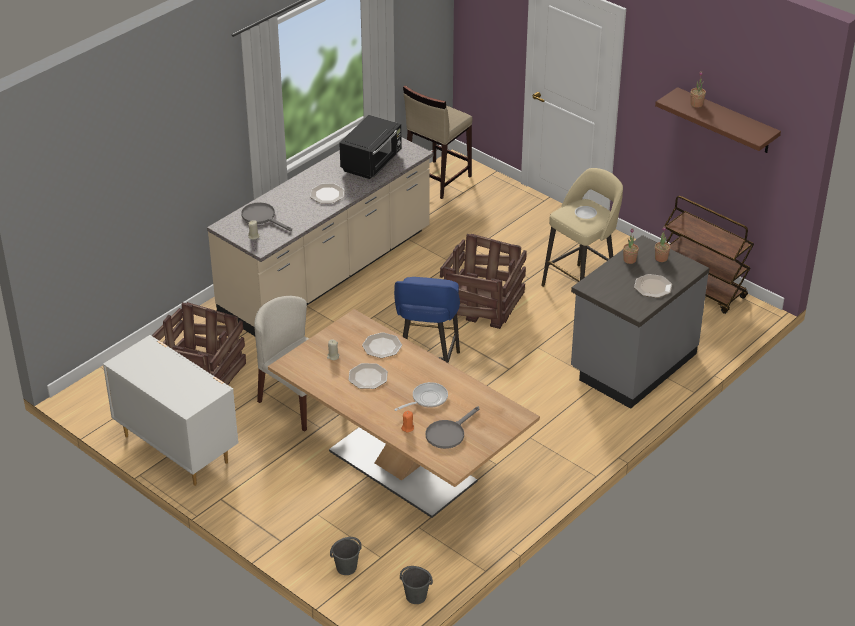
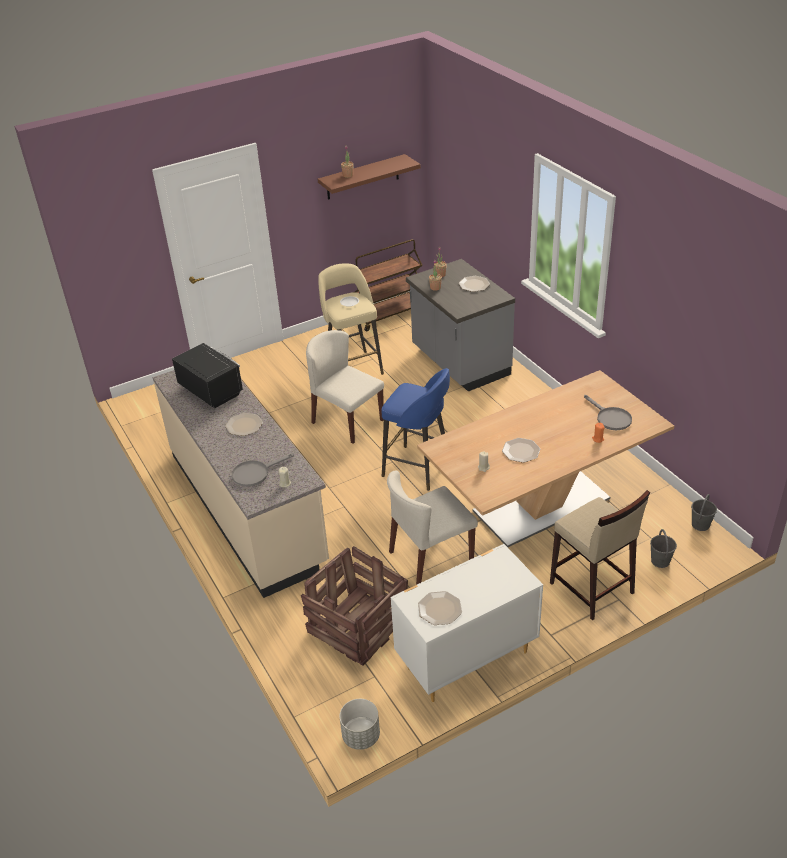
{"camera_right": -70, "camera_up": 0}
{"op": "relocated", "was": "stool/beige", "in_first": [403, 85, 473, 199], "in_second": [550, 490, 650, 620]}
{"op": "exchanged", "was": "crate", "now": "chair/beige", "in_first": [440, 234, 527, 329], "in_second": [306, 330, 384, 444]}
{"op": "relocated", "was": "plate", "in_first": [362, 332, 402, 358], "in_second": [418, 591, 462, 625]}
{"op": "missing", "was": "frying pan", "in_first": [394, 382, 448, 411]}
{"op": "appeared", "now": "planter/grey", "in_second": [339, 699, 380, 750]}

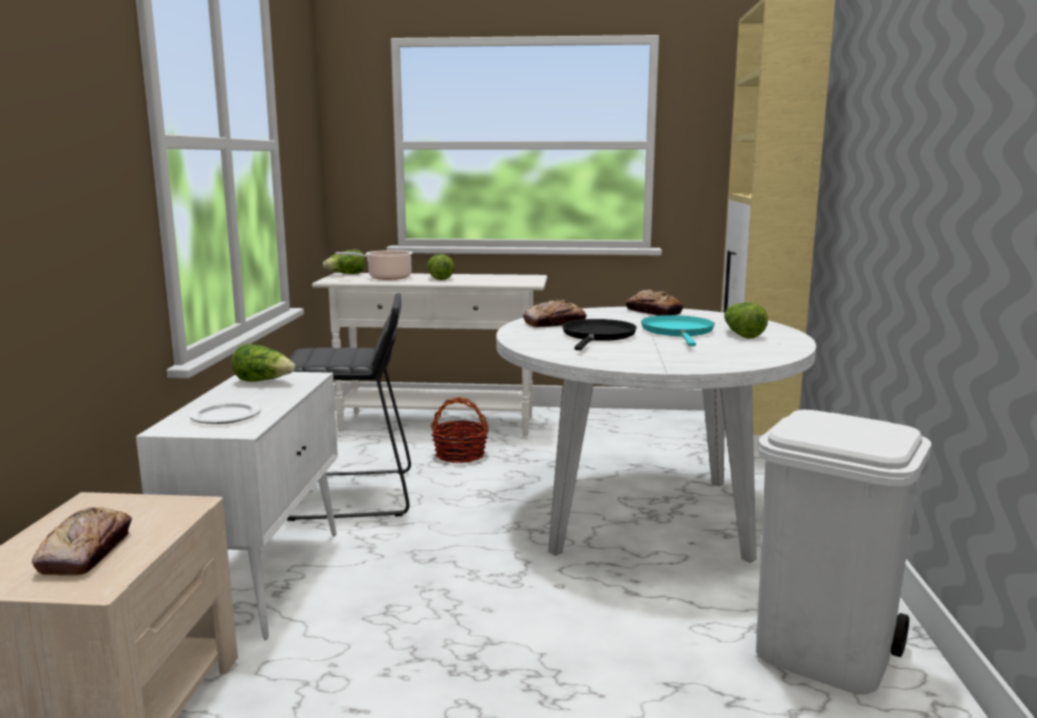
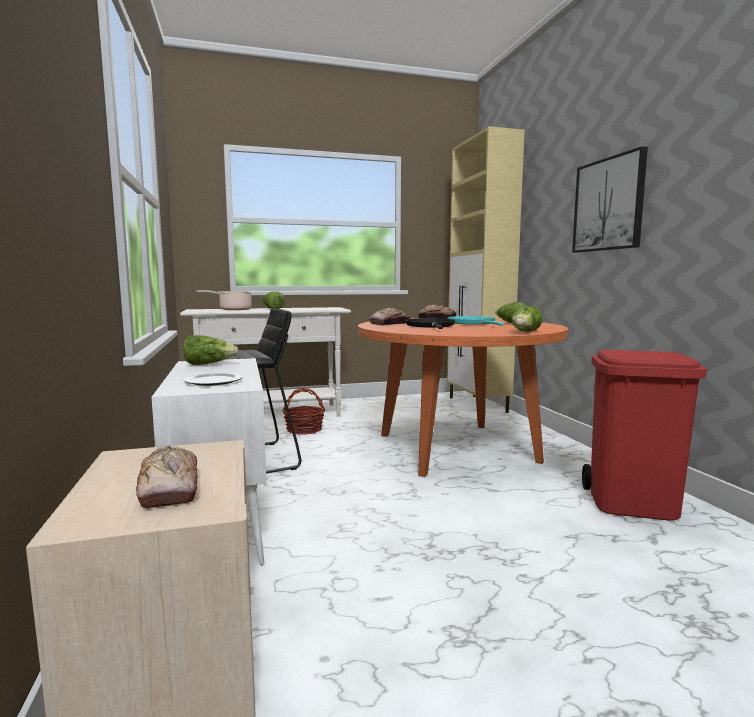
{"camera_right": -20, "camera_up": -5}
{"op": "relocated", "was": "lettuce", "in_first": [322, 249, 365, 274], "in_second": [511, 306, 543, 332]}
{"op": "colour", "was": "dining table/white", "now": "dining table/orange", "in_first": [496, 307, 816, 563], "in_second": [358, 318, 568, 477]}
{"op": "colour", "was": "trash can/white", "now": "trash can/red", "in_first": [756, 410, 931, 695], "in_second": [582, 350, 707, 521]}
{"op": "appeared", "now": "picture", "in_second": [572, 146, 648, 253]}

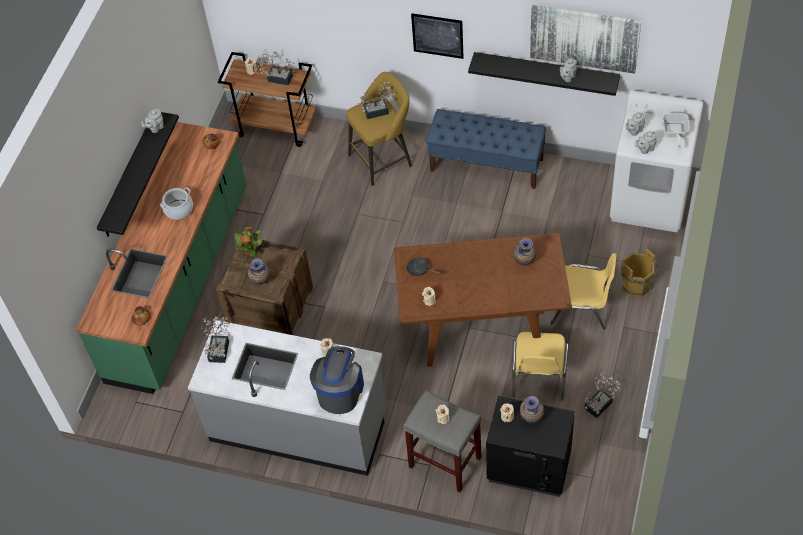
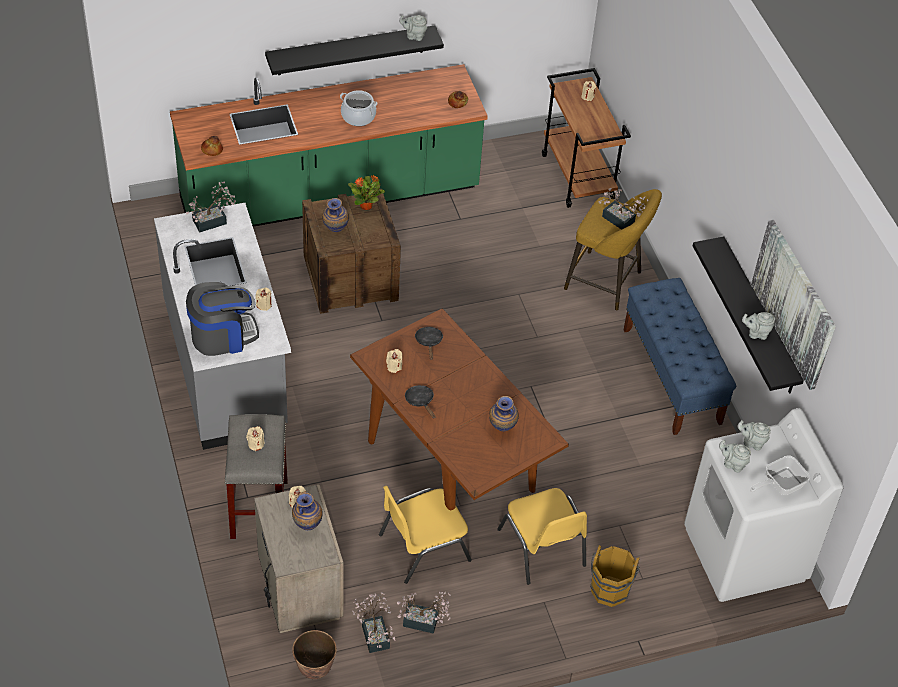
{"camera_right": 50, "camera_up": -5}
{"op": "missing", "was": "picture", "in_first": [411, 13, 464, 59]}
{"op": "relocated", "was": "potted plant", "in_first": [258, 49, 296, 85], "in_second": [353, 592, 396, 653]}
{"op": "colour", "was": "nightstand/black", "now": "nightstand/beige", "in_first": [486, 396, 575, 497], "in_second": [254, 484, 344, 633]}
{"op": "appeared", "now": "frying pan/black", "in_second": [405, 385, 435, 419]}
{"op": "appeared", "now": "planter", "in_second": [292, 630, 337, 679]}

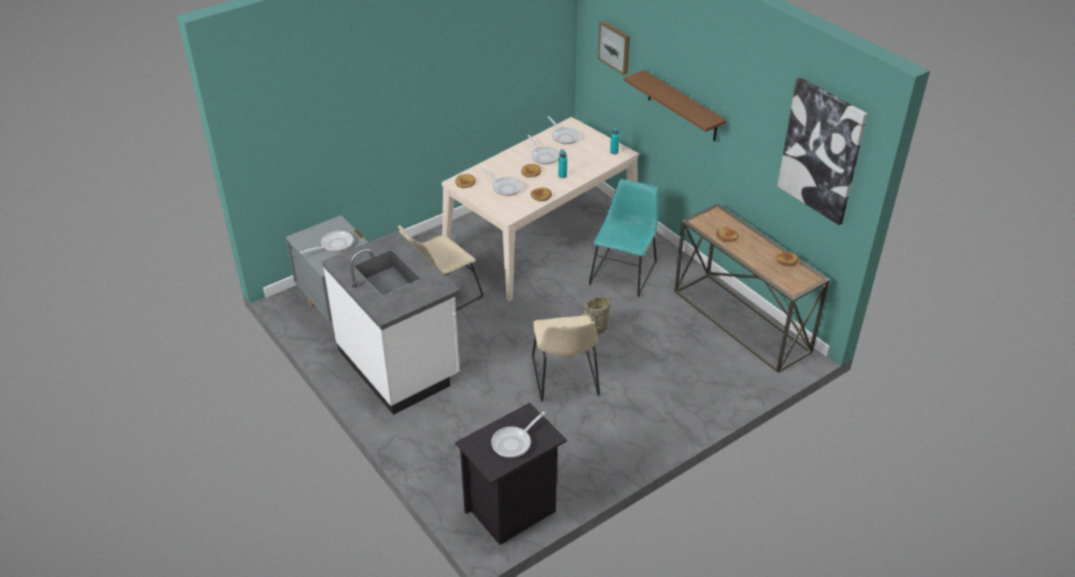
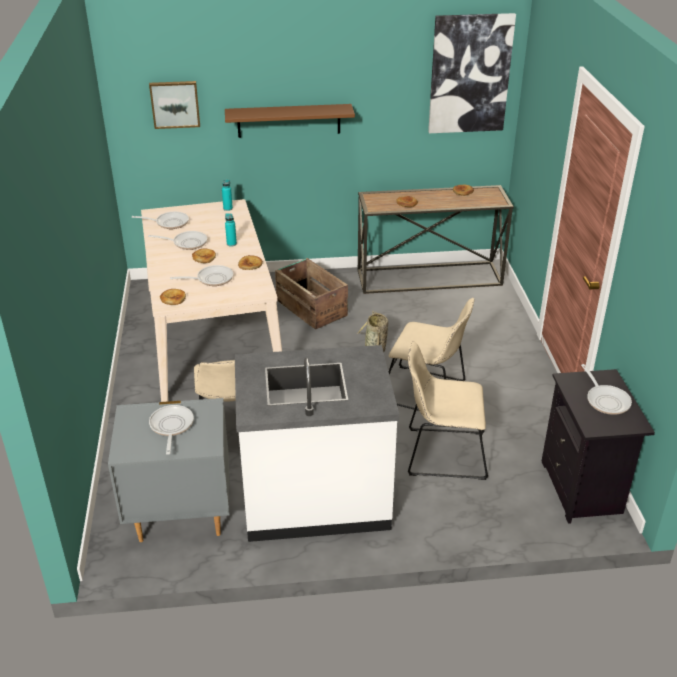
{"camera_right": -60, "camera_up": -5}
{"op": "exchanged", "was": "chair/turquoise", "now": "crate", "in_first": [589, 179, 658, 297], "in_second": [275, 258, 348, 330]}
{"op": "appeared", "now": "chair/beige", "in_second": [408, 341, 488, 480]}

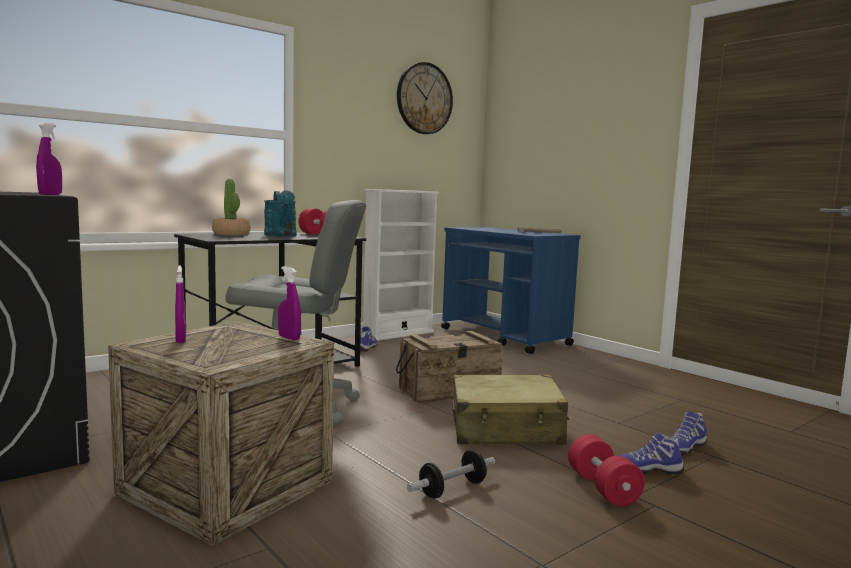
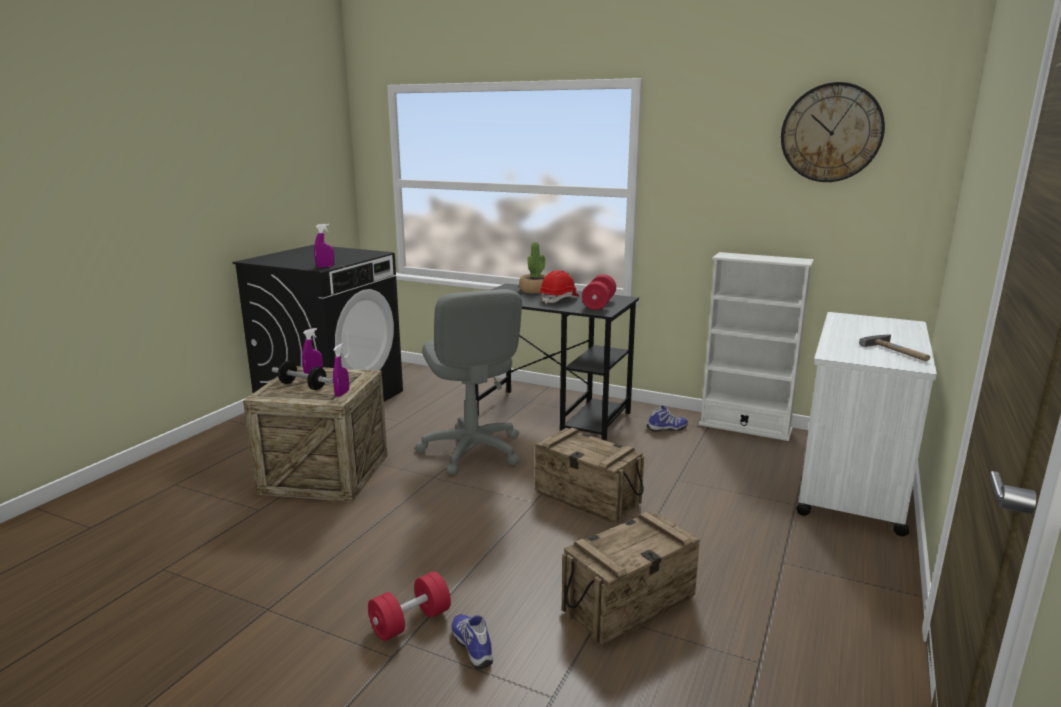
{"camera_right": 65, "camera_up": 10}
{"op": "exchanged", "was": "watering can/turquoise", "now": "hard hat/red", "in_first": [264, 190, 296, 237], "in_second": [539, 270, 579, 304]}
{"op": "colour", "was": "cart/blue", "now": "cart/white", "in_first": [441, 227, 581, 354], "in_second": [796, 312, 937, 536]}
{"op": "missing", "was": "suitcase/beige", "in_first": [452, 375, 569, 444]}
{"op": "missing", "was": "shoe", "in_first": [672, 411, 707, 455]}
{"op": "relocated", "was": "dumbbell", "in_first": [407, 450, 495, 499], "in_second": [272, 361, 333, 390]}
{"op": "appeared", "now": "crate", "in_second": [562, 511, 700, 646]}

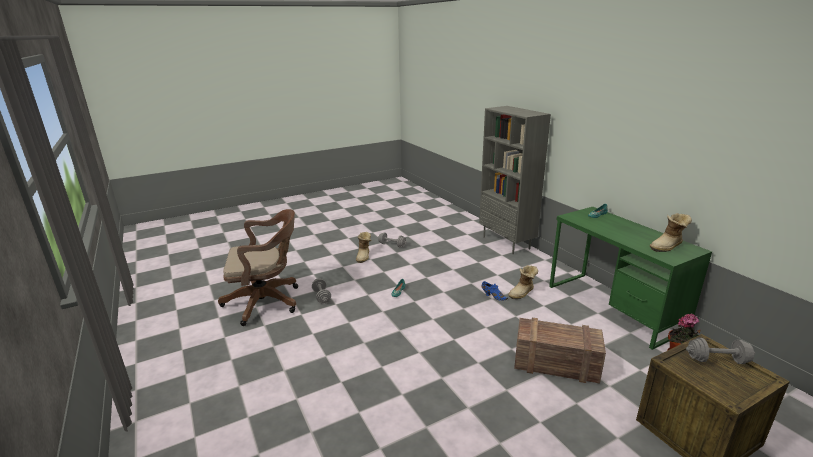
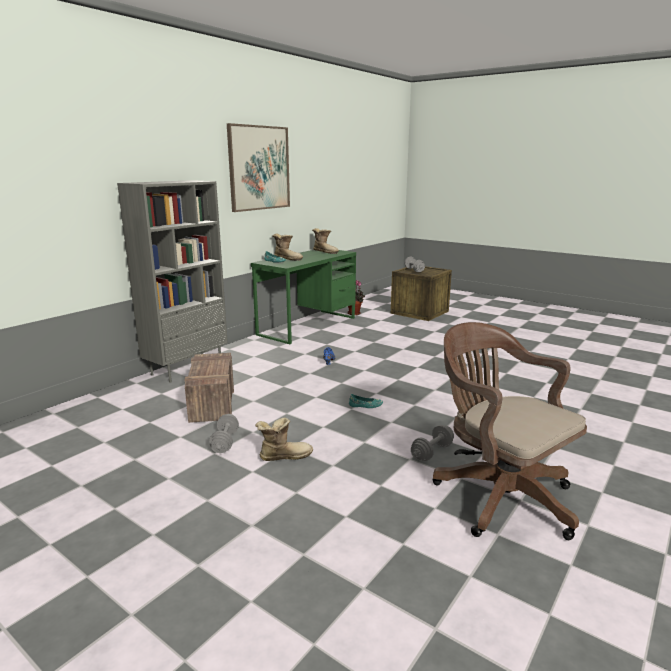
{"camera_right": -115, "camera_up": -5}
{"op": "relocated", "was": "boot", "in_first": [508, 265, 538, 299], "in_second": [272, 234, 303, 261]}
{"op": "relocated", "was": "crate", "in_first": [514, 318, 606, 383], "in_second": [184, 353, 234, 423]}
{"op": "appeared", "now": "picture", "in_second": [227, 123, 290, 212]}

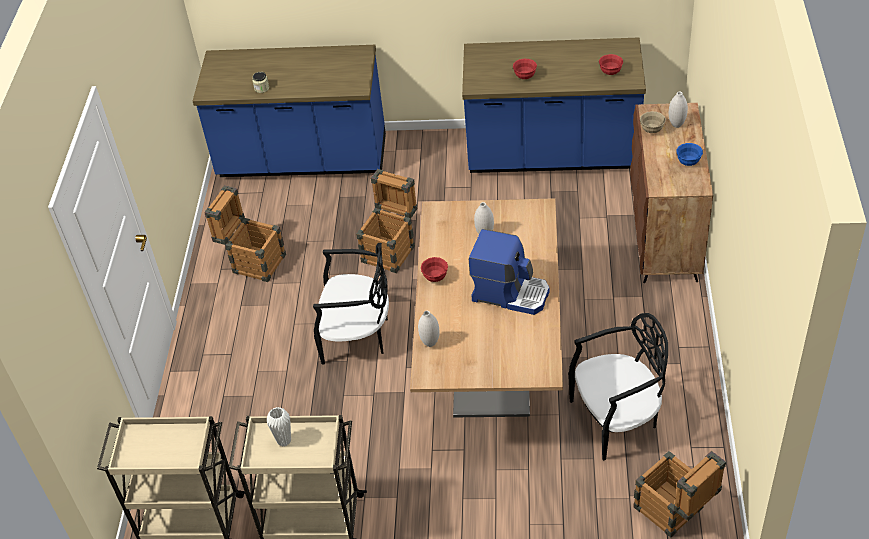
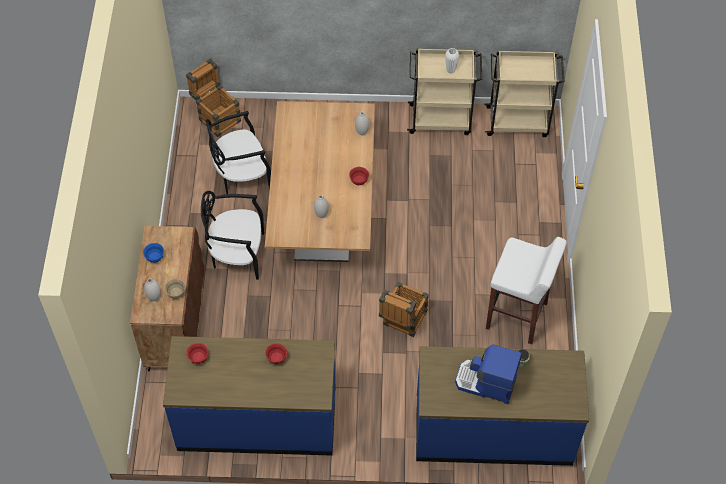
{"camera_right": 175, "camera_up": 10}
{"op": "exchanged", "was": "crate", "now": "stool/white", "in_first": [204, 185, 286, 282], "in_second": [486, 237, 567, 344]}
{"op": "relocated", "was": "coffee machine", "in_first": [469, 229, 549, 315], "in_second": [455, 344, 522, 404]}
{"op": "relocated", "was": "chair/black", "in_first": [313, 243, 389, 364], "in_second": [201, 191, 264, 280]}

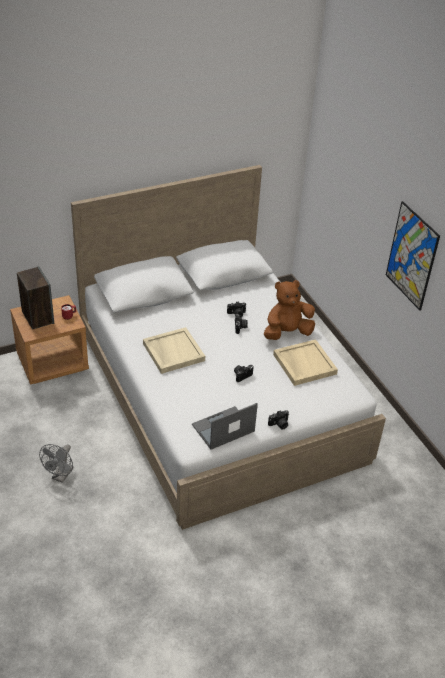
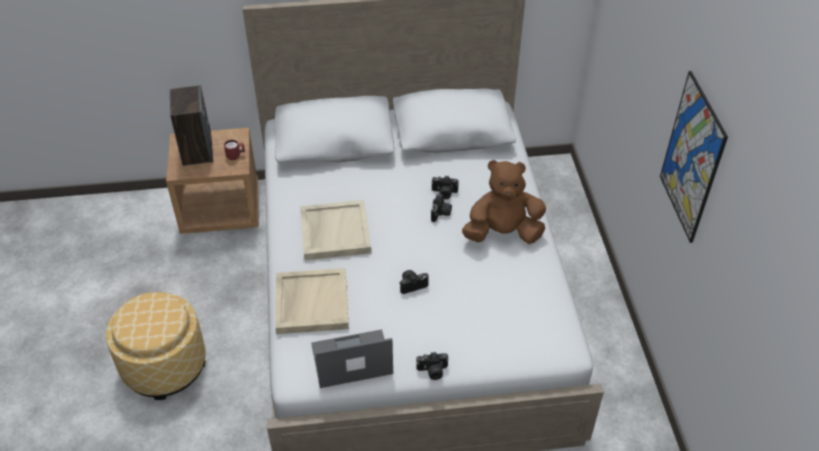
{"camera_right": 20, "camera_up": 5}
{"op": "relocated", "was": "tray/beige", "in_first": [273, 339, 338, 386], "in_second": [275, 268, 349, 334]}
{"op": "exchanged", "was": "fan/grey", "now": "ottoman", "in_first": [39, 444, 73, 483], "in_second": [106, 292, 206, 400]}

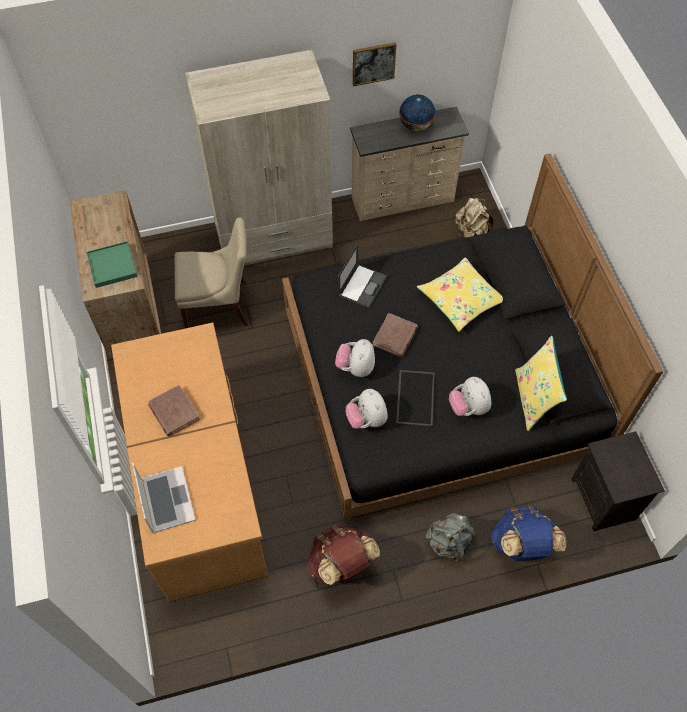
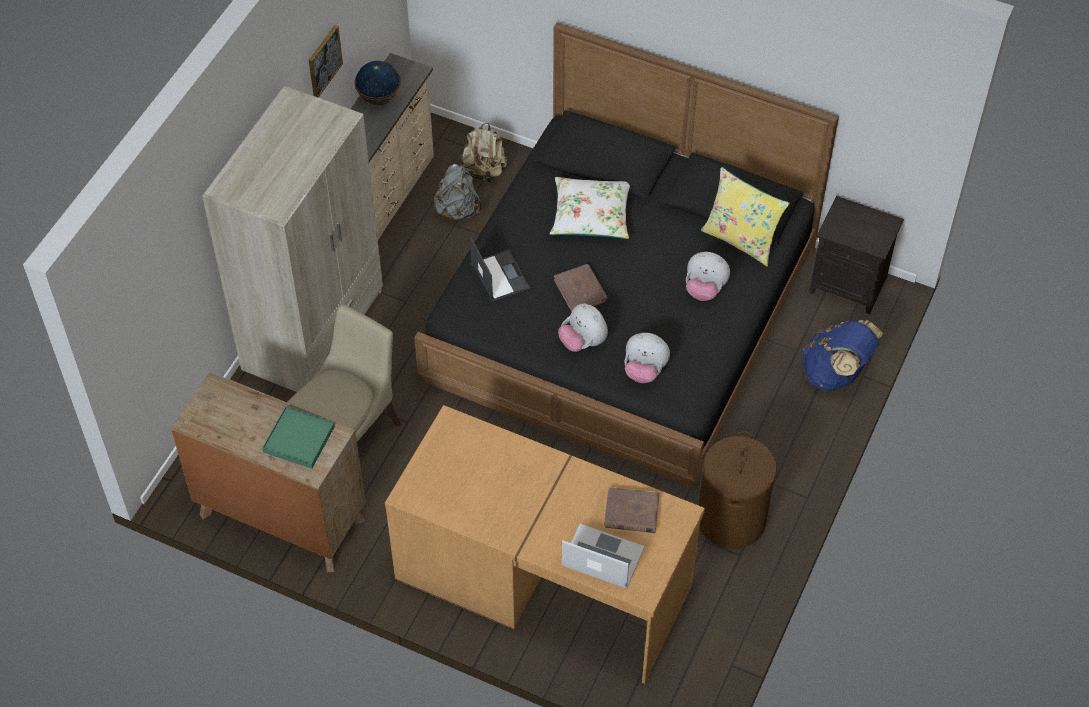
{"camera_right": -50, "camera_up": -5}
{"op": "colour", "was": "pillow/yellow", "now": "pillow/white", "in_first": [417, 257, 503, 332], "in_second": [550, 177, 630, 239]}
{"op": "missing", "was": "tray", "in_first": [396, 370, 435, 427]}
{"op": "relocated", "was": "book/brown", "in_first": [148, 385, 200, 436], "in_second": [604, 487, 660, 533]}
{"op": "relocated", "was": "backpack/grey", "in_first": [425, 513, 478, 563], "in_second": [434, 164, 481, 220]}
{"op": "exchanged", "was": "backpack/brown", "now": "laundry basket/brown", "in_first": [307, 523, 380, 585], "in_second": [699, 431, 777, 549]}

